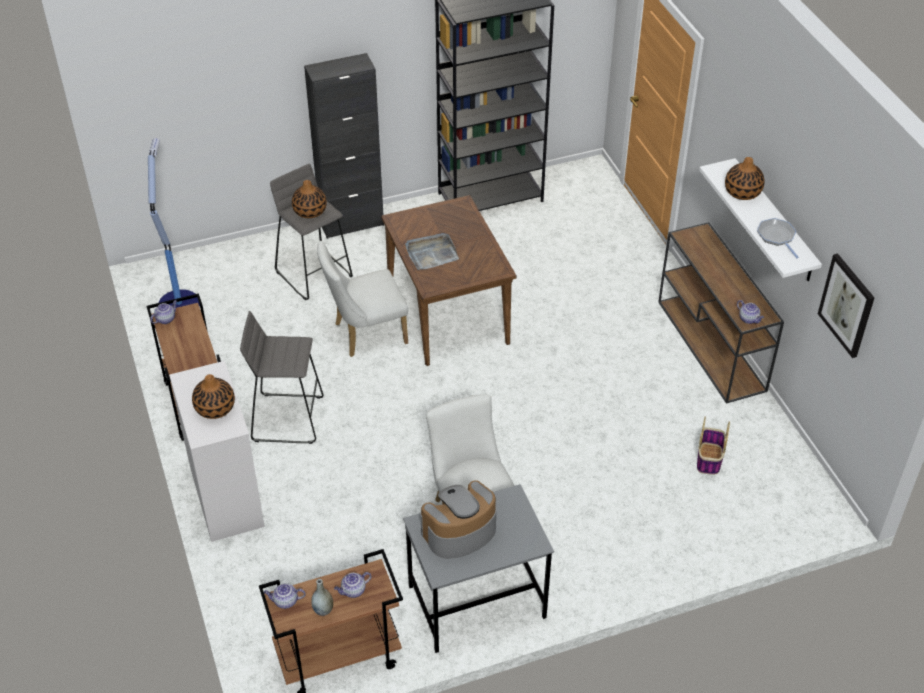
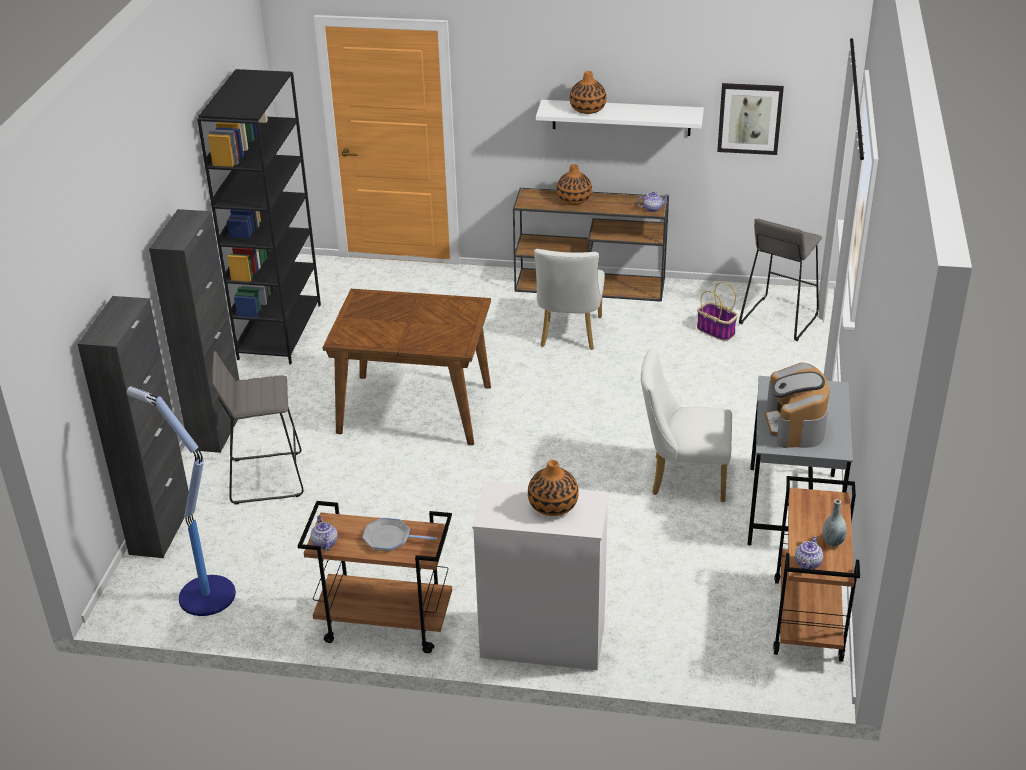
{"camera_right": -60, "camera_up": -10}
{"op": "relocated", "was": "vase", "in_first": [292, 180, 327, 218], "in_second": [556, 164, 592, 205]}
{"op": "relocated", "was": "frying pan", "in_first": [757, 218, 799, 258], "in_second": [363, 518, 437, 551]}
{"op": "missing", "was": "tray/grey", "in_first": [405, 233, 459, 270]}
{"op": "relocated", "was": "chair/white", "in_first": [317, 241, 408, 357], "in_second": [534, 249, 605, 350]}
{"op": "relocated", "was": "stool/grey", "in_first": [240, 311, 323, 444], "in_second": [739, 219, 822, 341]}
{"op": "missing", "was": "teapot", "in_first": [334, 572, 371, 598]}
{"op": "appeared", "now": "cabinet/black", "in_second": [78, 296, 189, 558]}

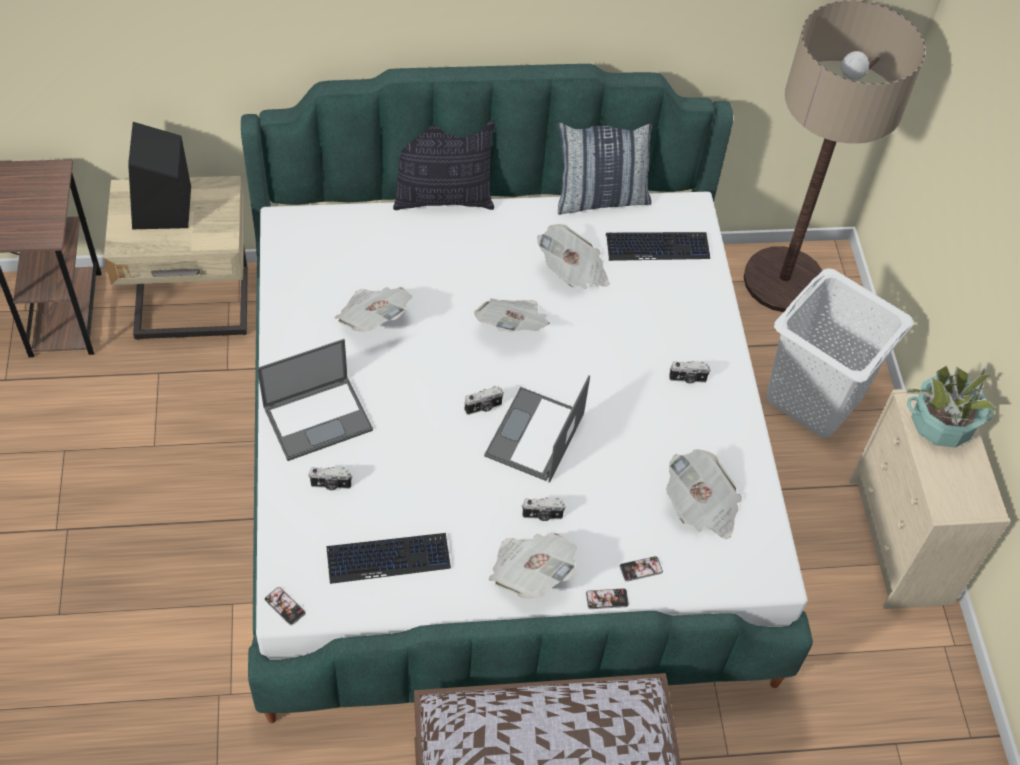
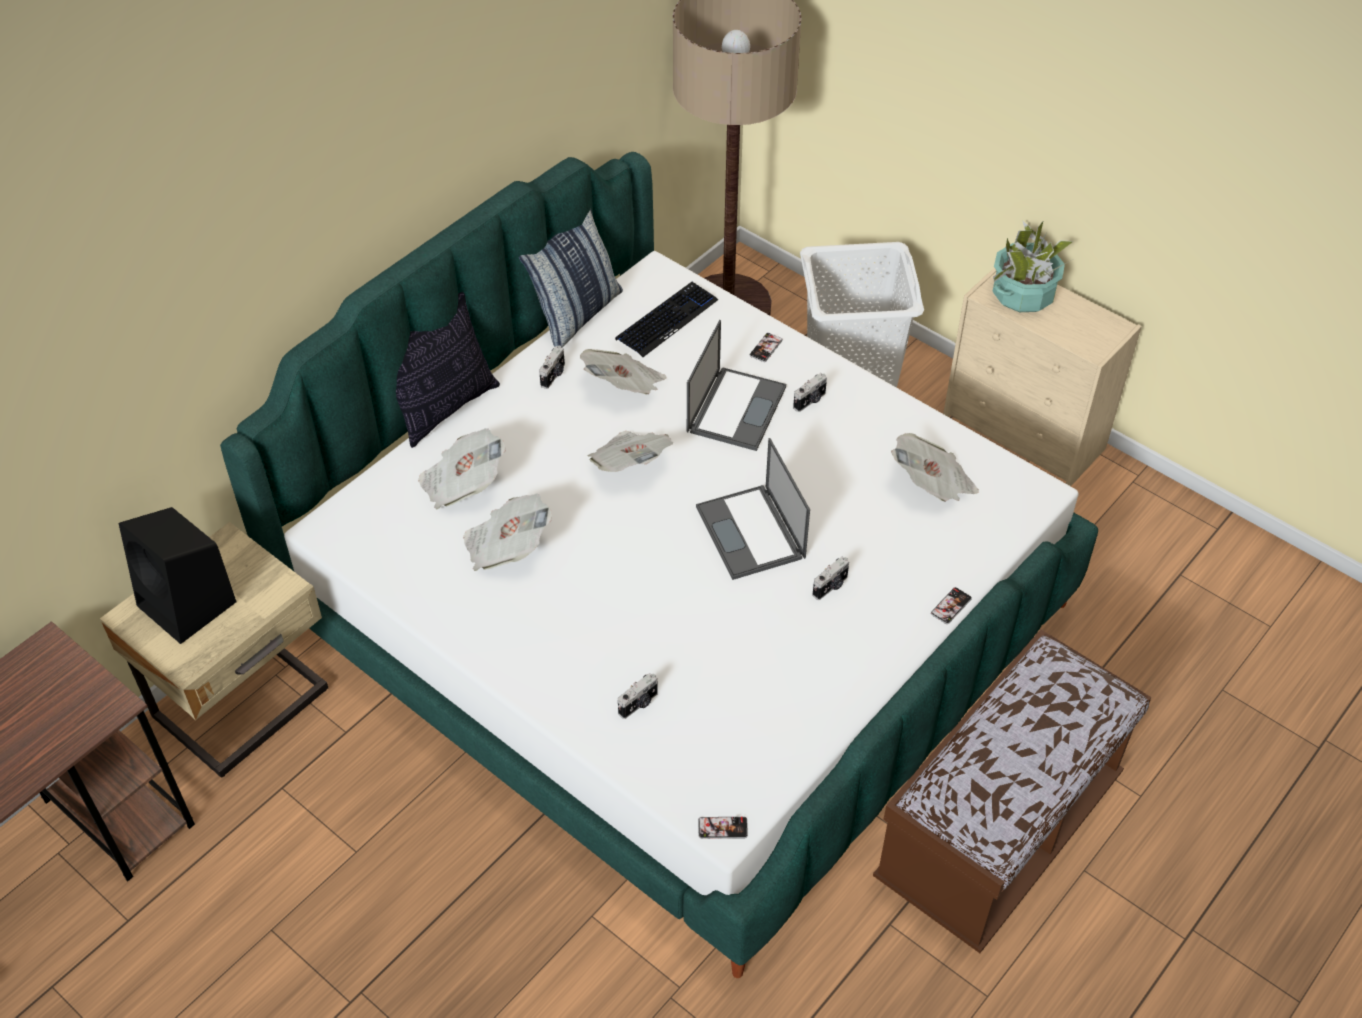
{"camera_right": -40, "camera_up": -5}
{"op": "relocated", "was": "laptop", "in_first": [257, 339, 373, 461], "in_second": [687, 320, 786, 451]}
{"op": "relocated", "was": "photo camera", "in_first": [464, 386, 504, 415], "in_second": [539, 346, 565, 389]}
{"op": "missing", "was": "keyboard", "in_first": [326, 533, 451, 584]}
{"op": "relocated", "was": "newspaper", "in_first": [489, 533, 577, 599], "in_second": [418, 428, 506, 510]}
{"op": "relocated", "was": "phone", "in_first": [619, 556, 663, 582], "in_second": [749, 332, 783, 362]}

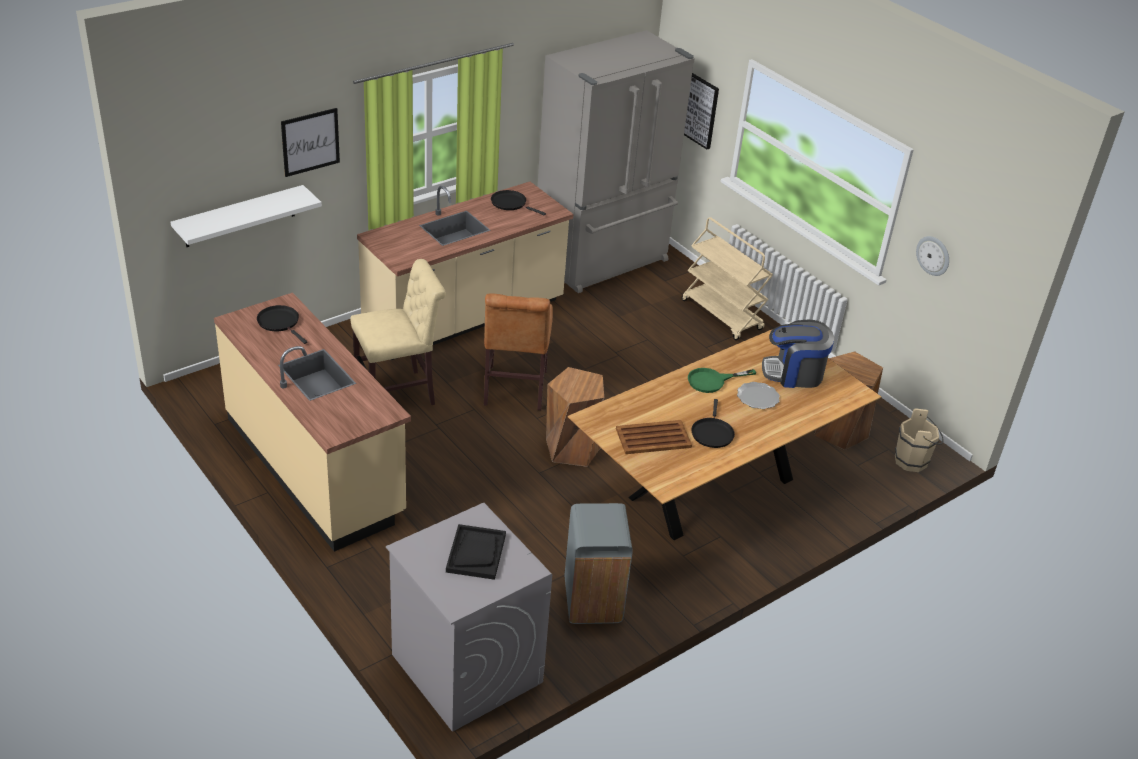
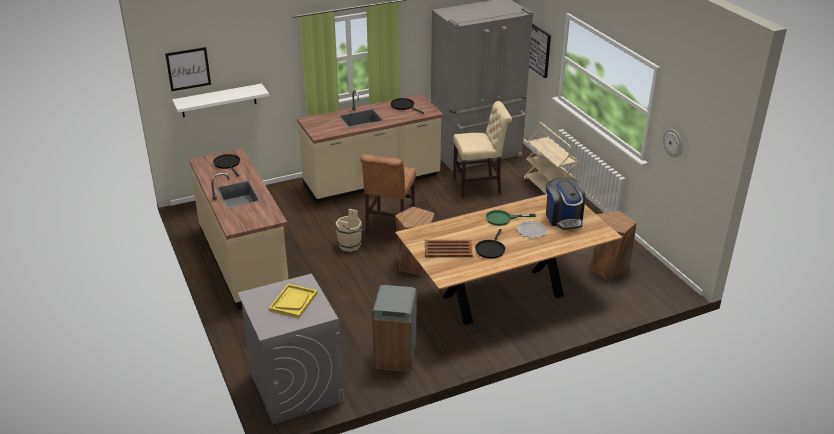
{"camera_right": 15, "camera_up": -5}
{"op": "relocated", "was": "picture", "in_first": [281, 108, 340, 177], "in_second": [165, 47, 211, 91]}
{"op": "relocated", "was": "chair/beige", "in_first": [351, 259, 446, 405], "in_second": [453, 101, 512, 198]}
{"op": "spun", "was": "coffee machine", "in_first": [762, 320, 834, 388], "in_second": [546, 178, 585, 230], "clockwise": -120}
{"op": "relocated", "was": "bucket/beige", "in_first": [895, 408, 944, 472], "in_second": [335, 209, 365, 252]}
{"op": "colour", "was": "tray/black", "now": "tray/yellow", "in_first": [446, 524, 506, 580], "in_second": [269, 284, 318, 318]}

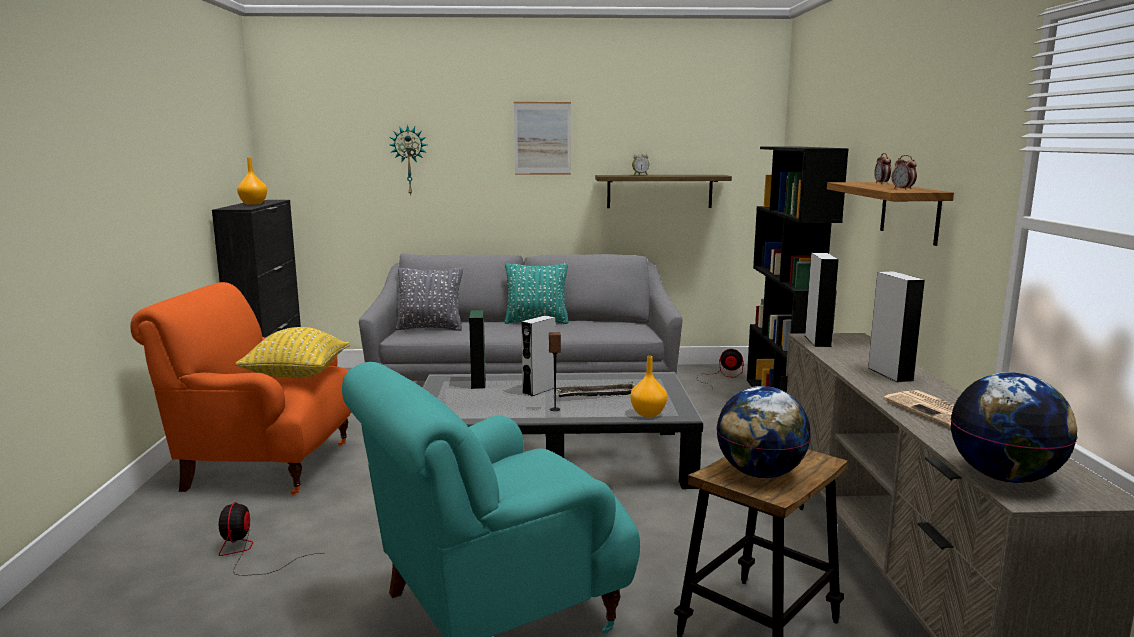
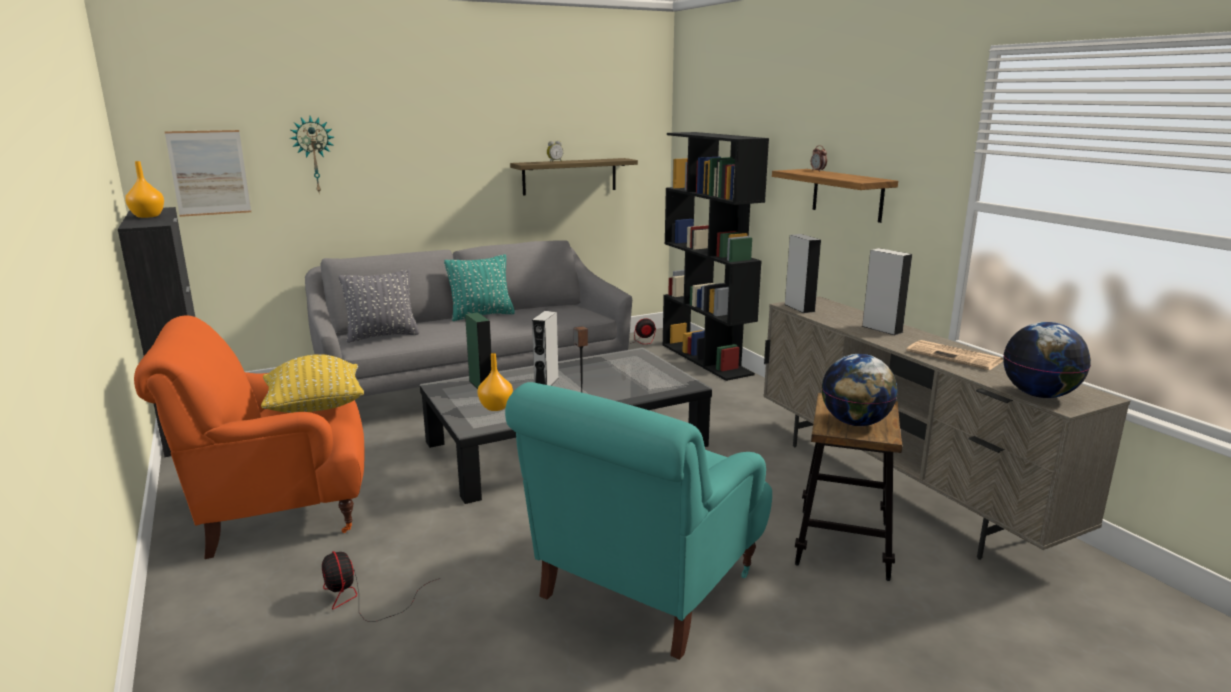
{"camera_right": -25, "camera_up": 5}
{"op": "relocated", "was": "picture", "in_first": [514, 102, 571, 175], "in_second": [164, 130, 251, 217]}
{"op": "missing", "was": "alarm clock", "in_first": [892, 155, 917, 190]}
{"op": "relocated", "was": "vase/orange", "in_first": [630, 356, 667, 417], "in_second": [477, 353, 513, 411]}
{"op": "missing", "was": "tray", "in_first": [556, 382, 636, 397]}

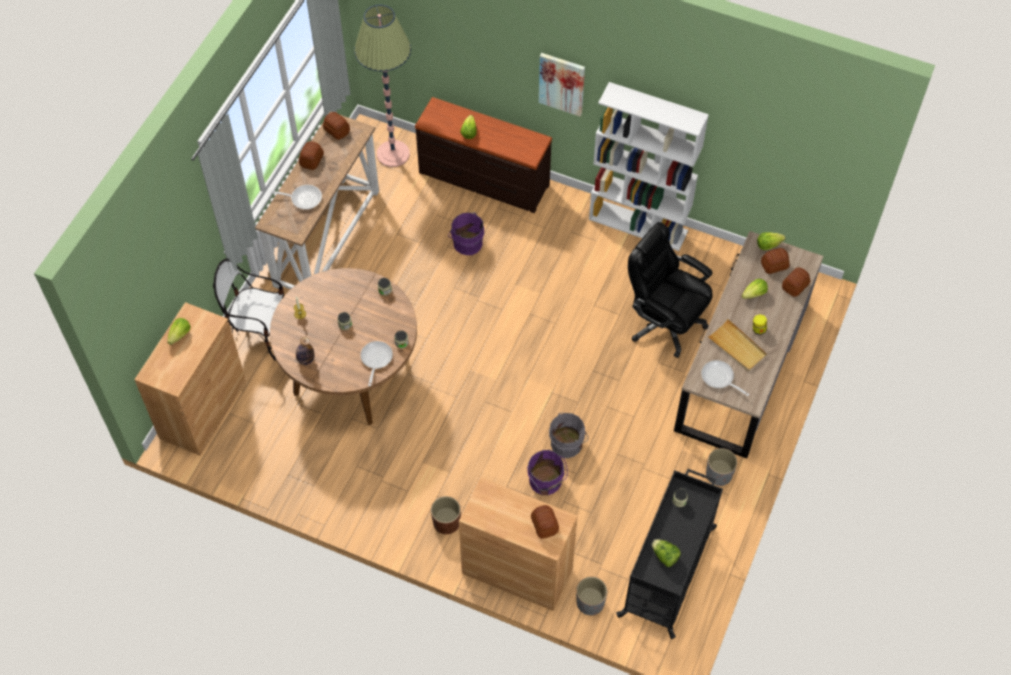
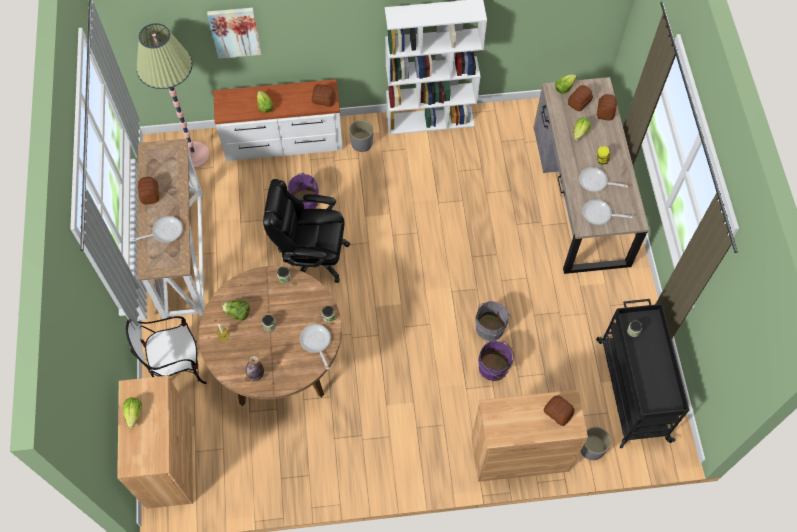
{"camera_right": -30, "camera_up": 5}
{"op": "relocated", "was": "picture", "in_first": [539, 53, 585, 117], "in_second": [207, 8, 261, 59]}
{"op": "colour", "was": "dresser/brown", "now": "dresser/white", "in_first": [415, 97, 552, 213], "in_second": [213, 79, 343, 161]}
{"op": "relocated", "was": "bread", "in_first": [323, 112, 350, 140], "in_second": [312, 84, 336, 107]}
{"op": "relocated", "was": "office chair/black", "in_first": [628, 222, 712, 358], "in_second": [263, 179, 350, 283]}
{"op": "exchanged", "was": "tray/beige", "now": "frying pan", "in_first": [707, 319, 767, 371], "in_second": [579, 167, 628, 192]}
{"op": "relocated", "was": "planter/grey", "in_first": [706, 448, 737, 486], "in_second": [349, 120, 373, 152]}
{"op": "missing", "was": "planter/brown", "in_first": [431, 496, 461, 534]}
{"op": "relocated", "was": "lettuce", "in_first": [652, 539, 681, 567], "in_second": [222, 300, 250, 321]}

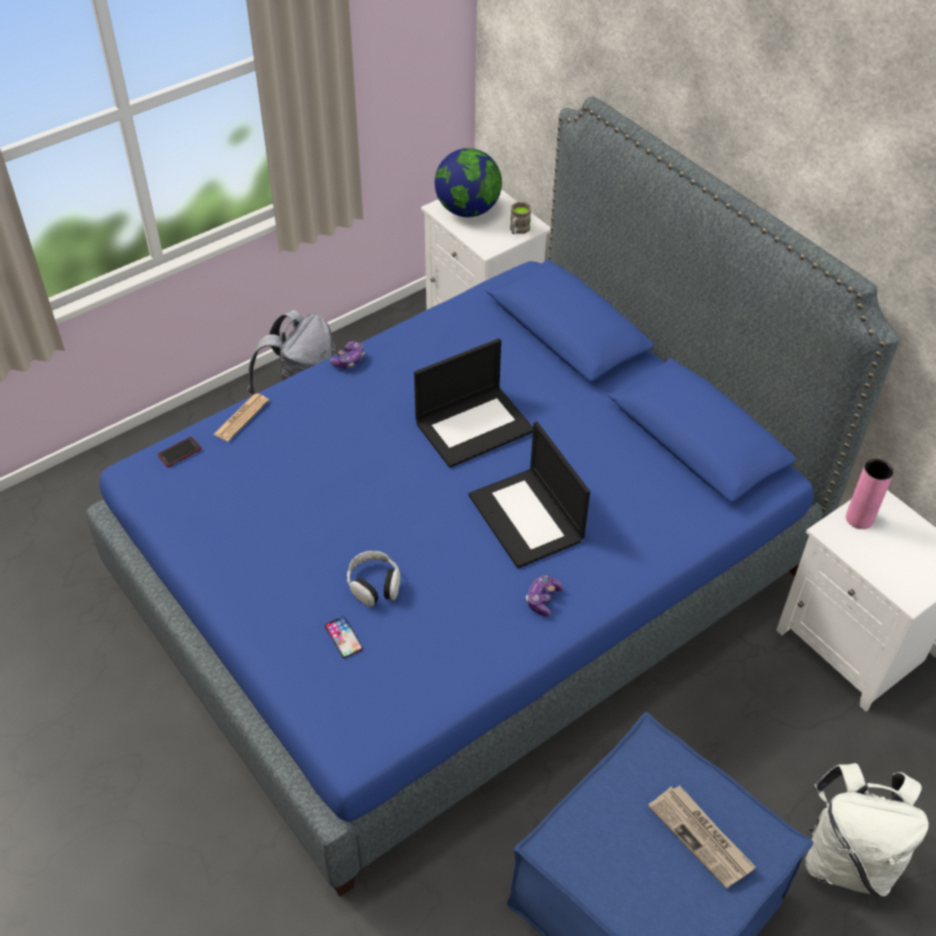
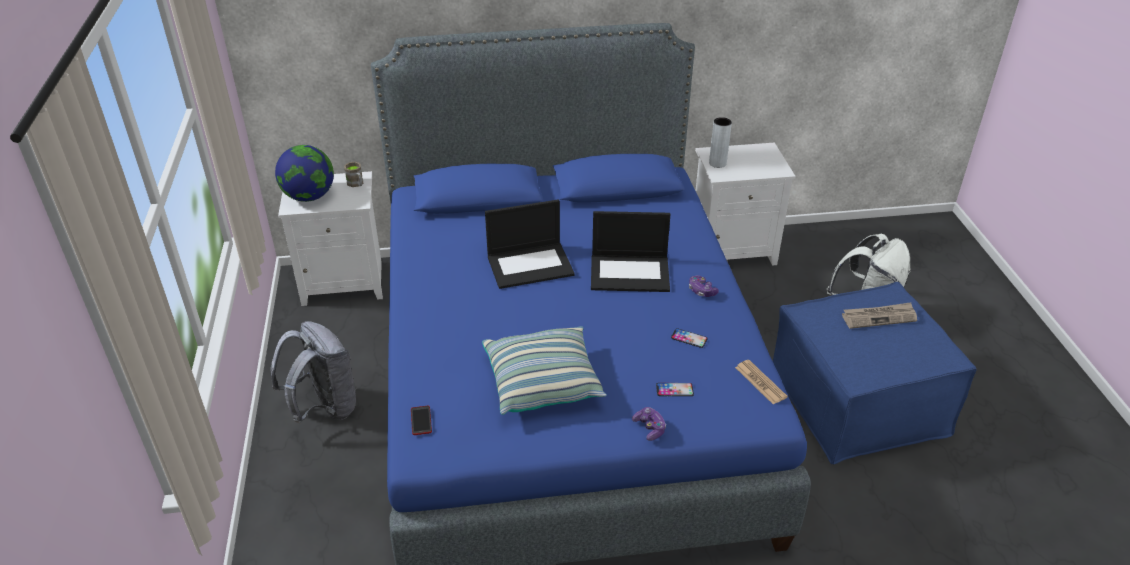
{"camera_right": -60, "camera_up": -10}
{"op": "spun", "was": "laptop", "in_first": [414, 338, 533, 468], "in_second": [485, 200, 575, 289], "clockwise": 75}
{"op": "relocated", "was": "game controller", "in_first": [330, 341, 364, 369], "in_second": [632, 407, 666, 441]}
{"op": "relocated", "was": "newspaper", "in_first": [213, 393, 269, 441], "in_second": [735, 360, 788, 404]}
{"op": "colour", "was": "vase/pink", "now": "vase/grey", "in_first": [846, 459, 894, 529], "in_second": [709, 117, 732, 168]}
{"op": "missing", "was": "headphones", "in_first": [347, 551, 400, 607]}
{"op": "appeared", "now": "pillow", "in_second": [482, 326, 607, 415]}
{"op": "appeared", "now": "phone", "in_second": [671, 328, 708, 348]}

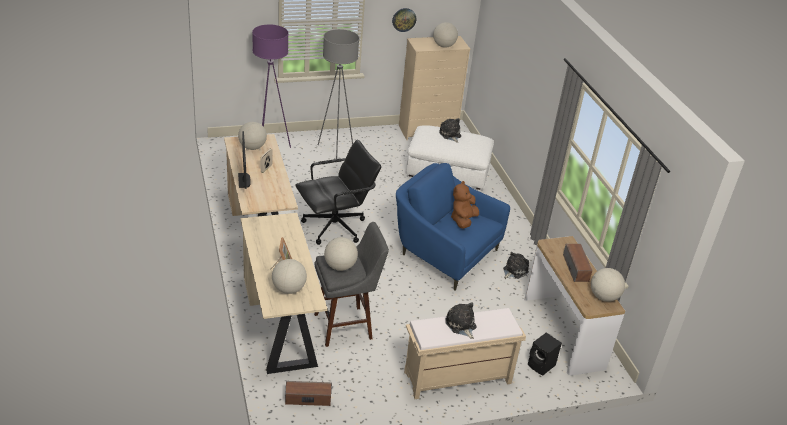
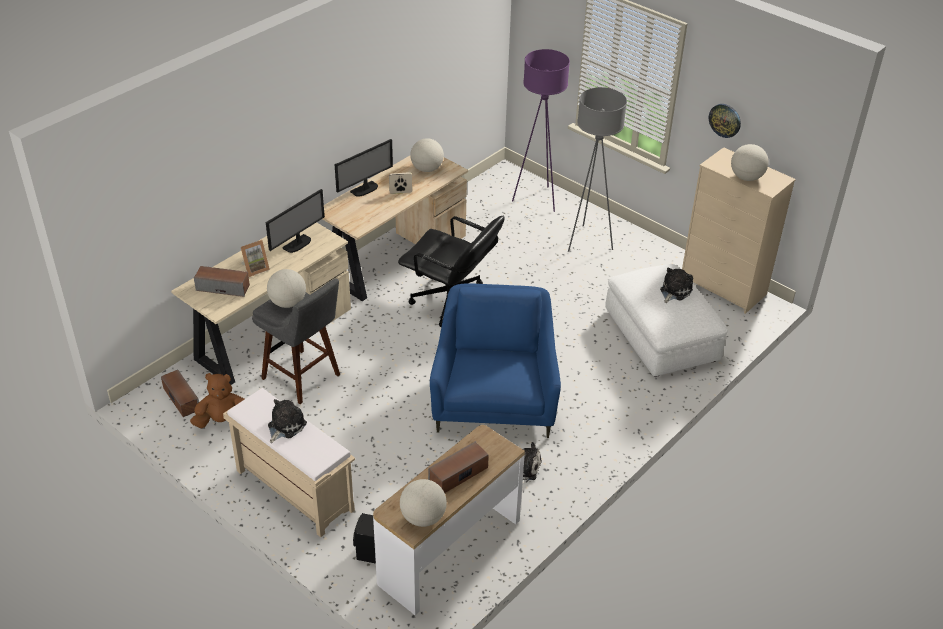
{"camera_right": 60, "camera_up": 5}
{"op": "relocated", "was": "plush toy/brown", "in_first": [451, 181, 479, 229], "in_second": [190, 373, 245, 428]}
{"op": "exchanged", "was": "globe", "now": "speaker", "in_first": [272, 259, 307, 294], "in_second": [194, 266, 250, 297]}
{"op": "appeared", "now": "monitor", "in_second": [266, 189, 325, 253]}

